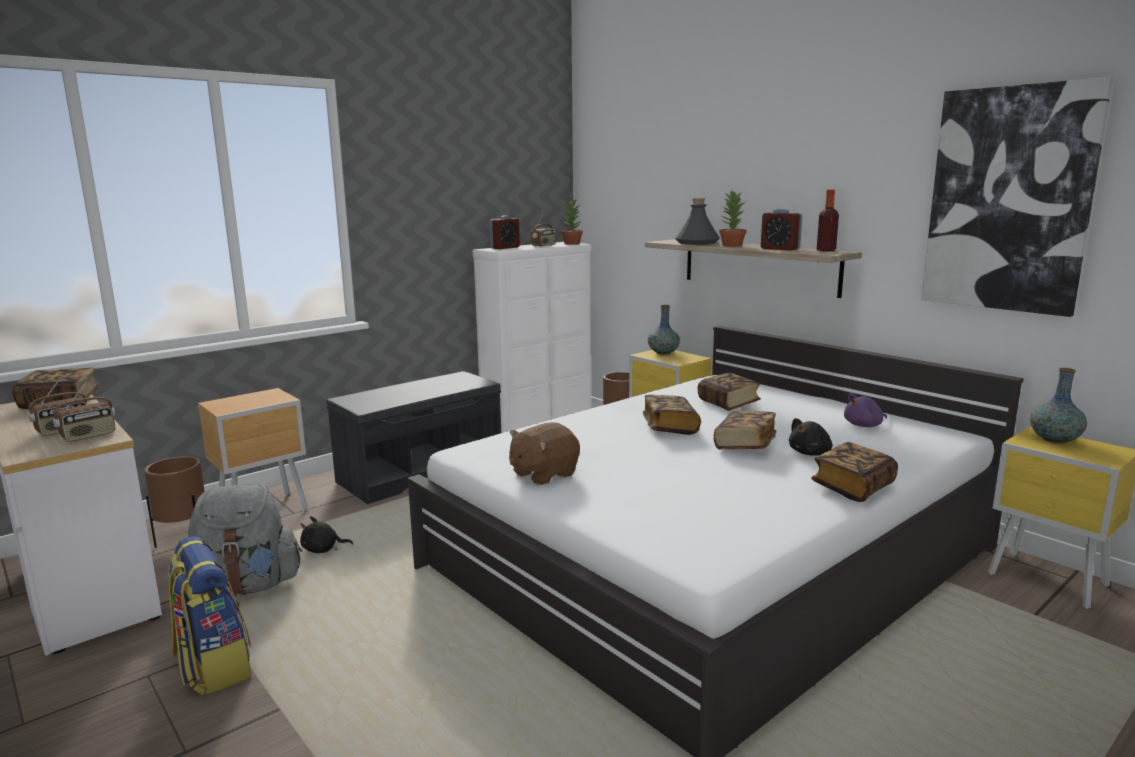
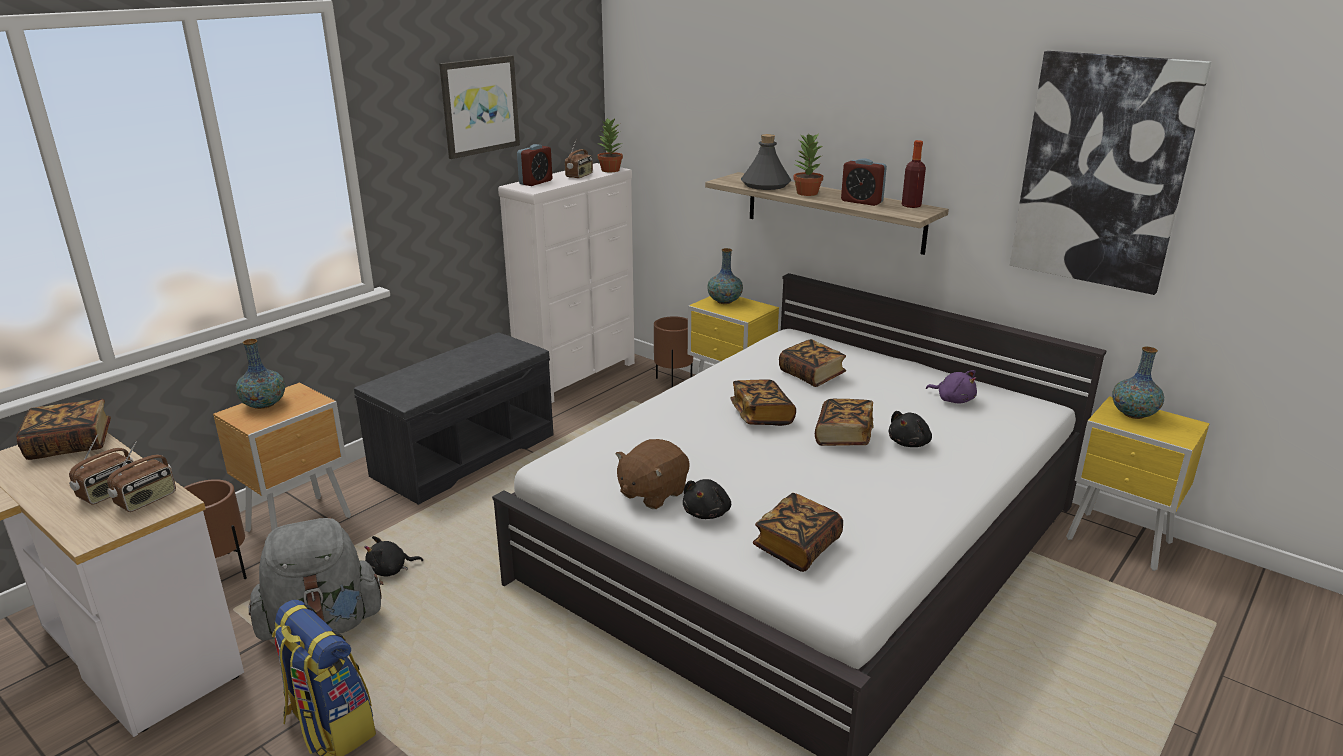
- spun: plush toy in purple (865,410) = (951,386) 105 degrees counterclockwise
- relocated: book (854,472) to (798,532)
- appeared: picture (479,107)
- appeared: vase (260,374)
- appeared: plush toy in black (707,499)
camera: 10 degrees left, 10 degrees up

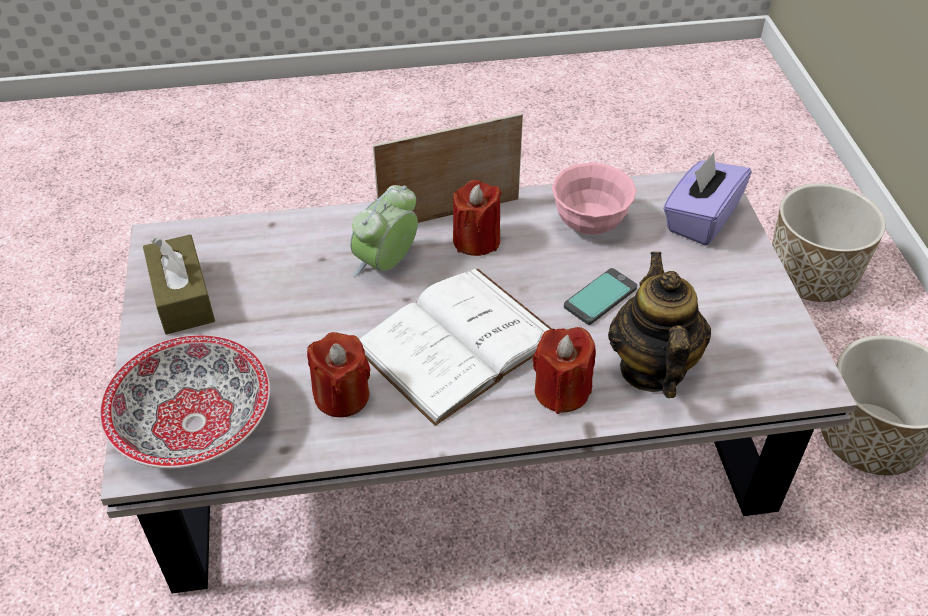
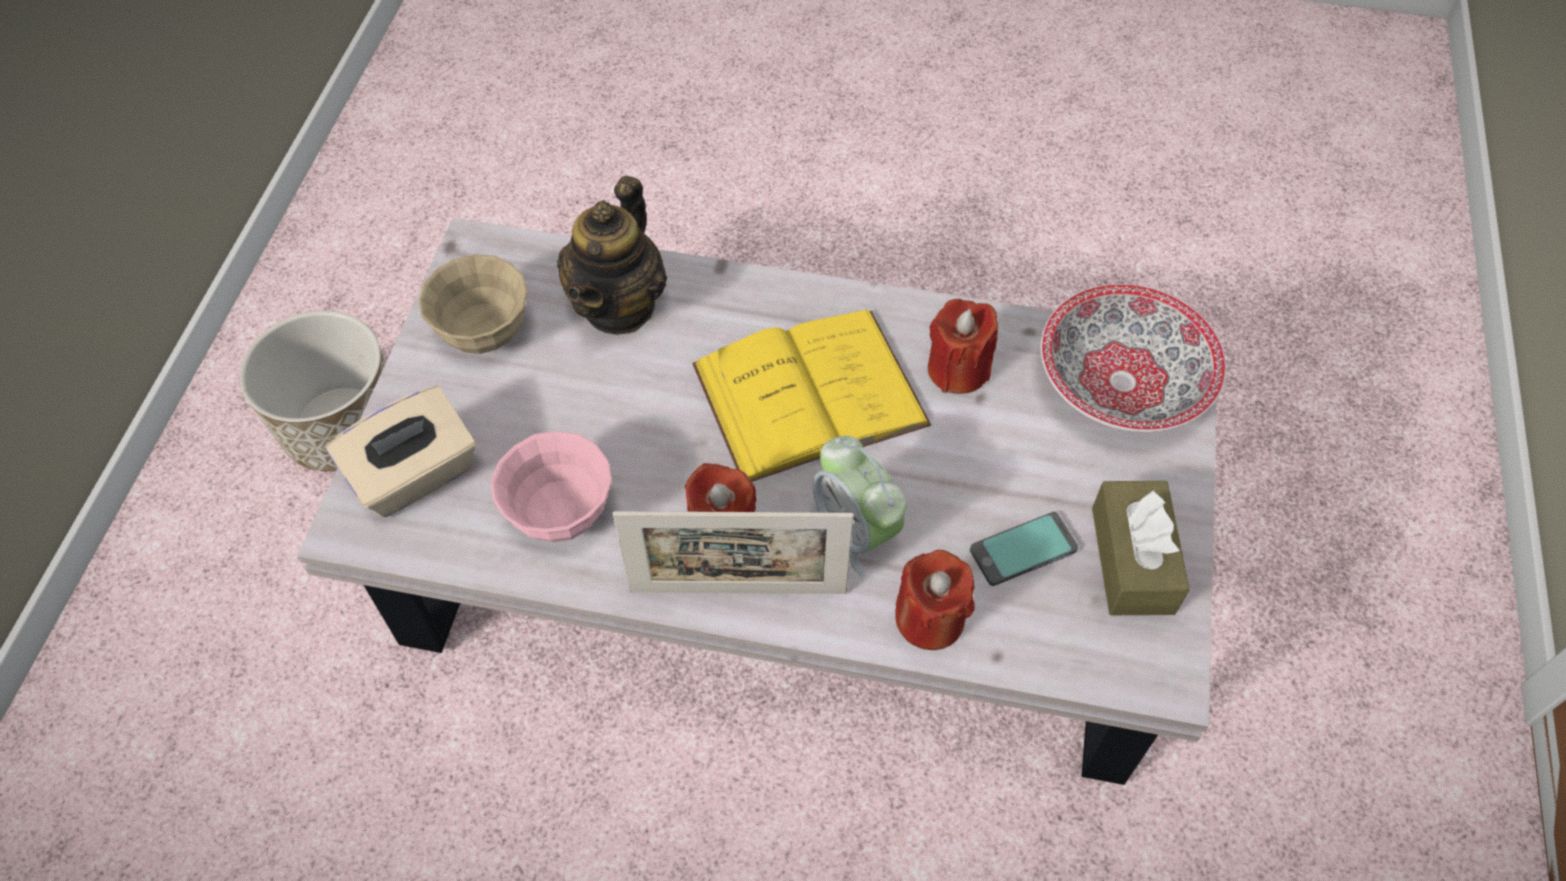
- colour: tissue box in purple (707,199) to tissue box in beige (401,451)
- missing: planter (829,242)
- spun: alarm clock (384,231) = (858,506) 90 degrees clockwise
- relocated: phone (600,296) to (1024,549)
- colour: book in white (455,347) to book in yellow (811,396)
- relocated: candle in red (564,370) to (935,600)
- appeared: bowl in beige (473,304)
camera: 160 degrees left, 10 degrees up

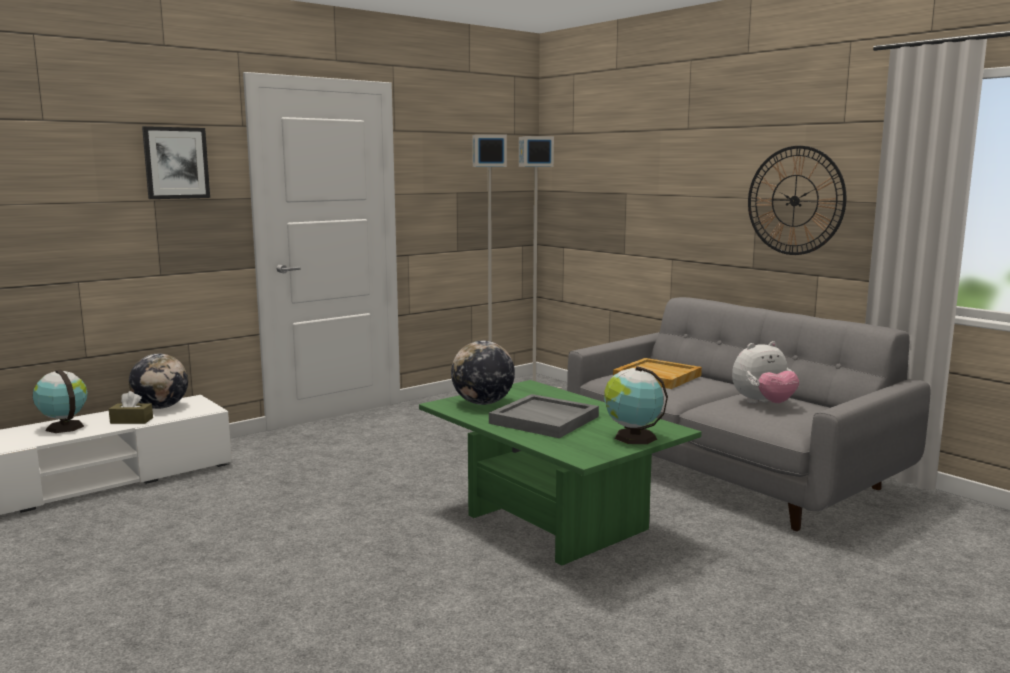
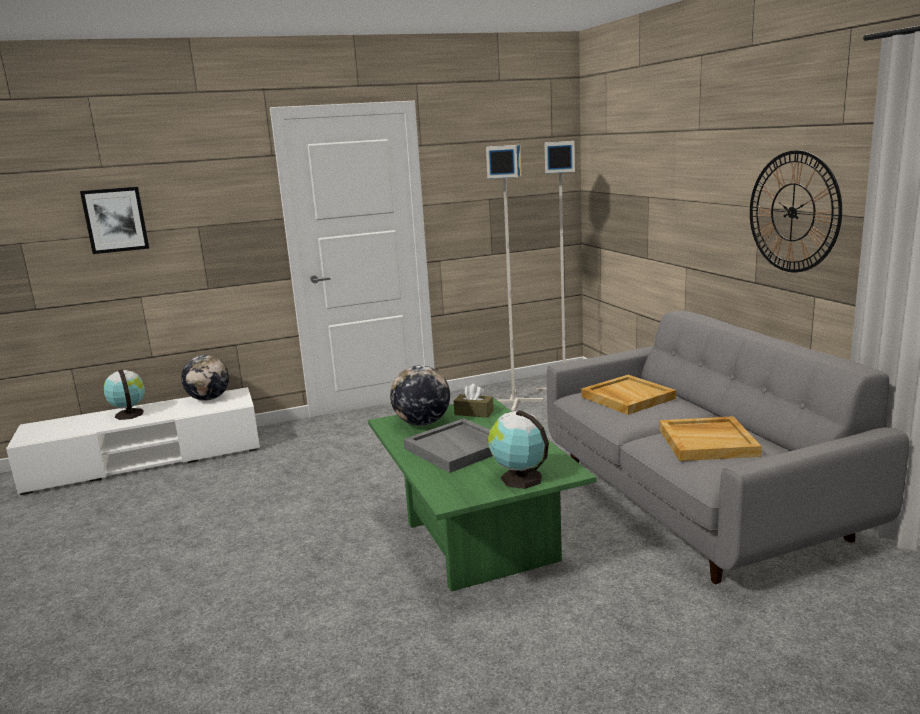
- relocated: picture (176,162) to (114,220)
- exchanged: plush toy (765,372) to tray in beige (710,438)
- relocated: tissue box in brown (131,407) to (474,401)
camera: 20 degrees right, 5 degrees up

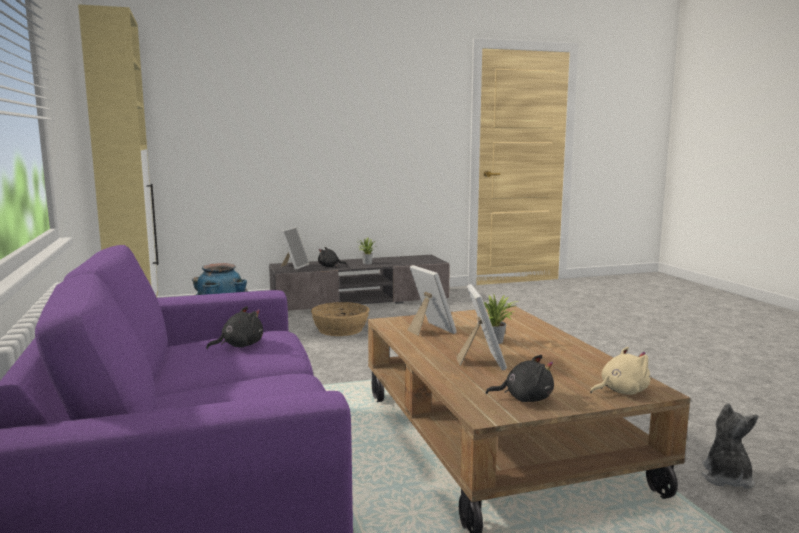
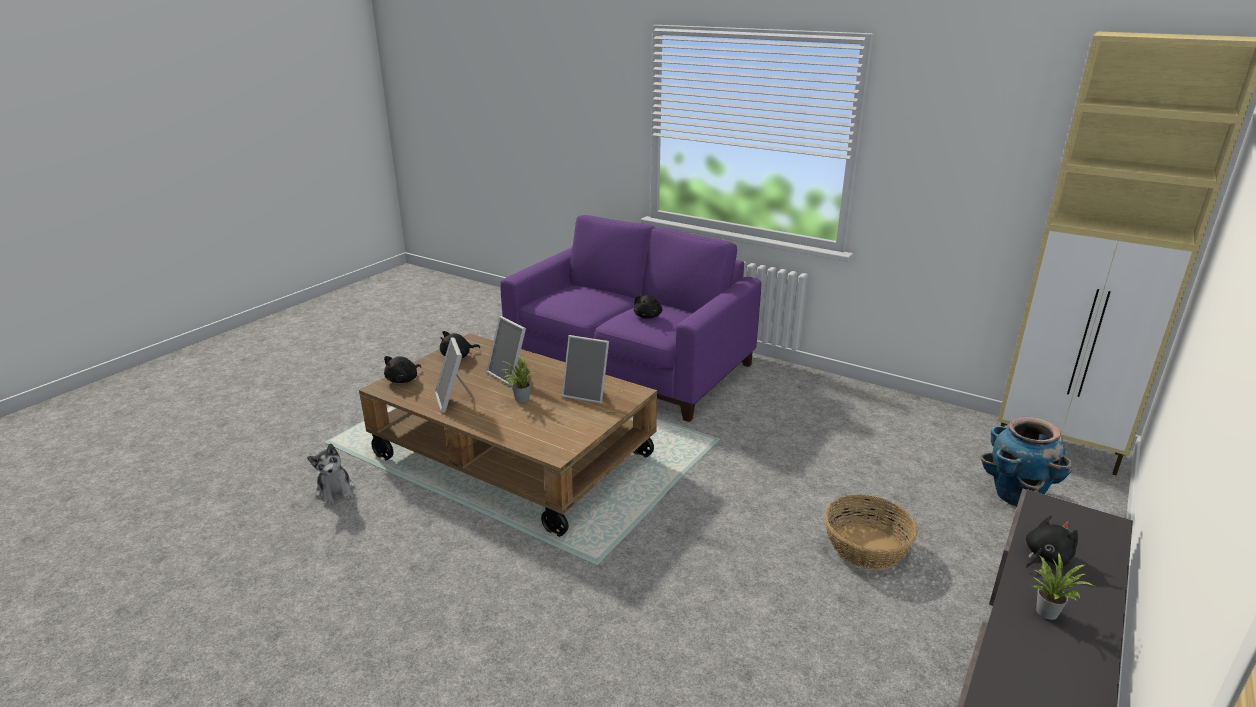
- relocated: picture frame (295,248) to (455,375)
- colour: plush toy in beige (620,371) to plush toy in black (402,369)
camera: 140 degrees right, 15 degrees up

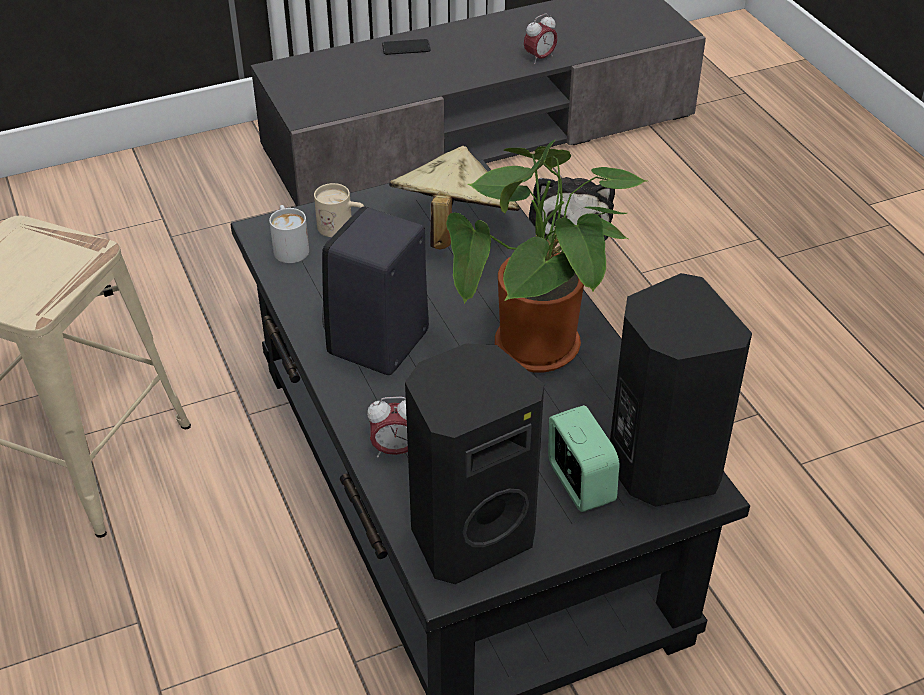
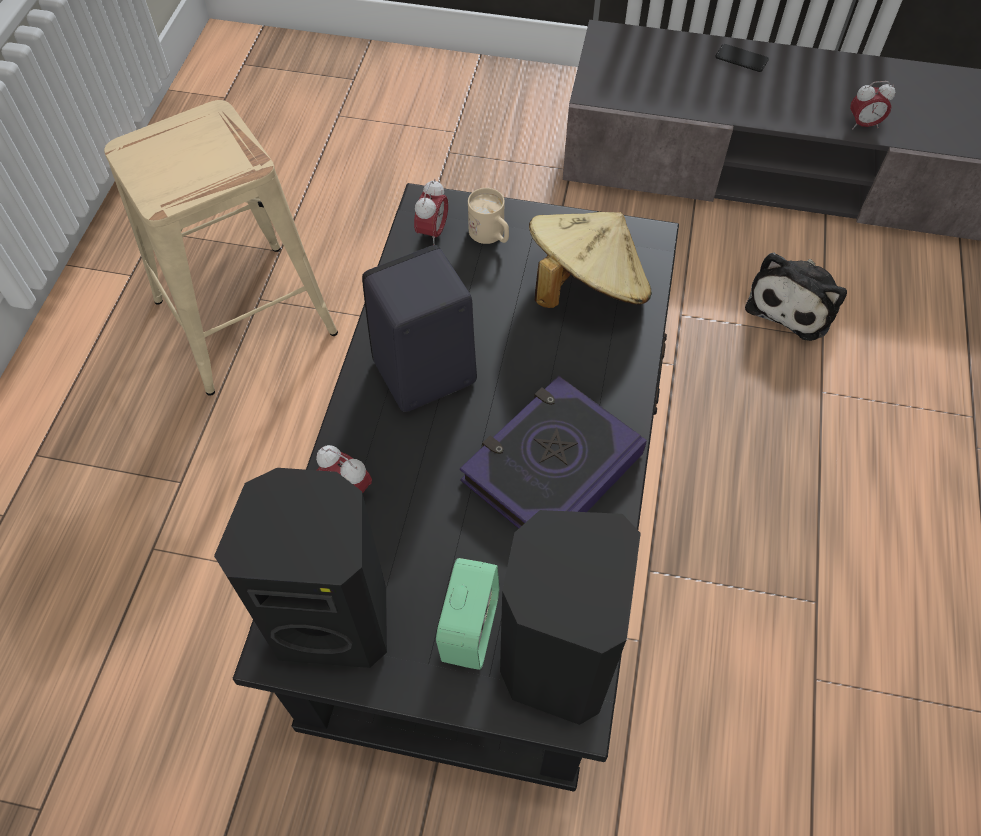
- exchanged: potted plant (546,256) to book (553,452)
- exchanged: mug in white (289,234) to alarm clock (431,212)
camera: 35 degrees right, 15 degrees up

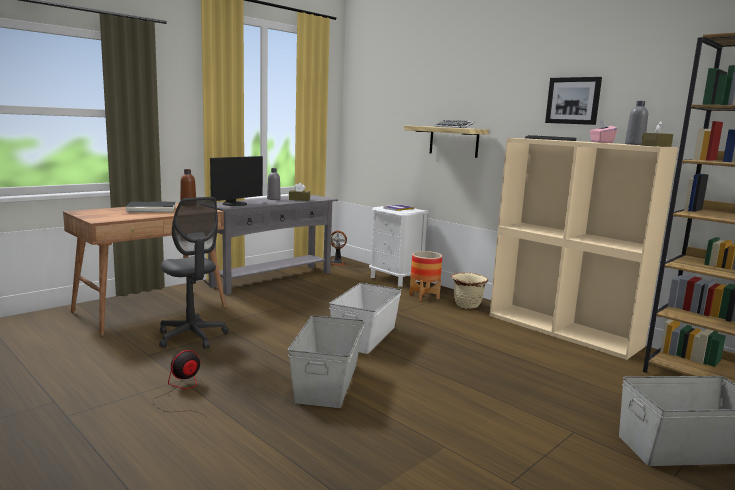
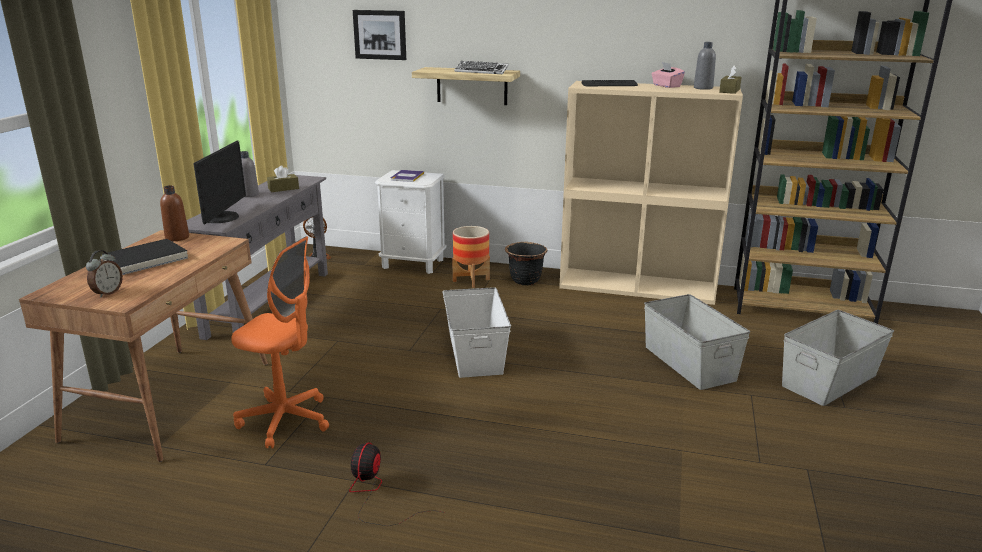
- relocated: picture (573,101) to (379,35)
- colour: office chair in grey (194,273) to office chair in orange (280,342)
- colour: planter in beige (469,291) to planter in black (526,263)
- relocated: storage box in grey (326,361) to (697,342)
- appeared: alarm clock (104,274)
camera: 30 degrees left, 10 degrees up

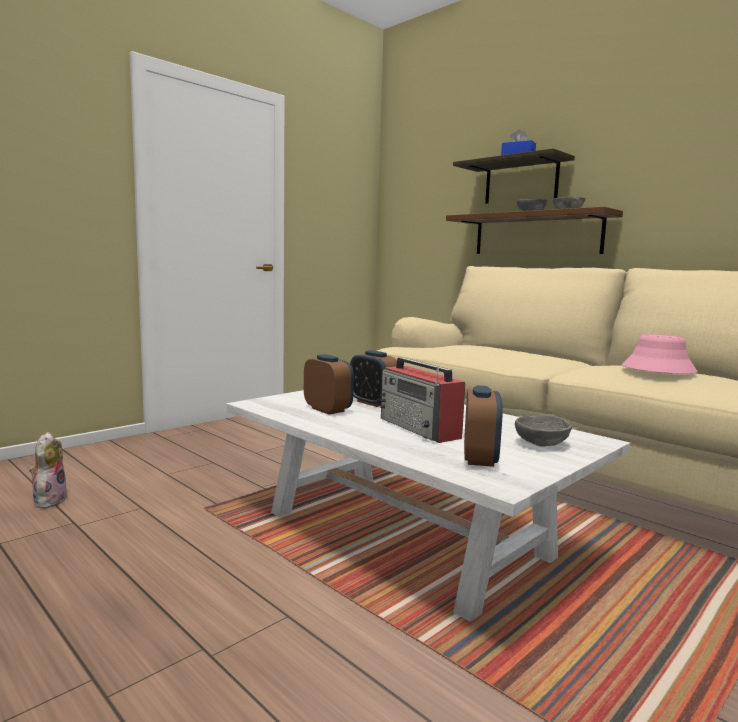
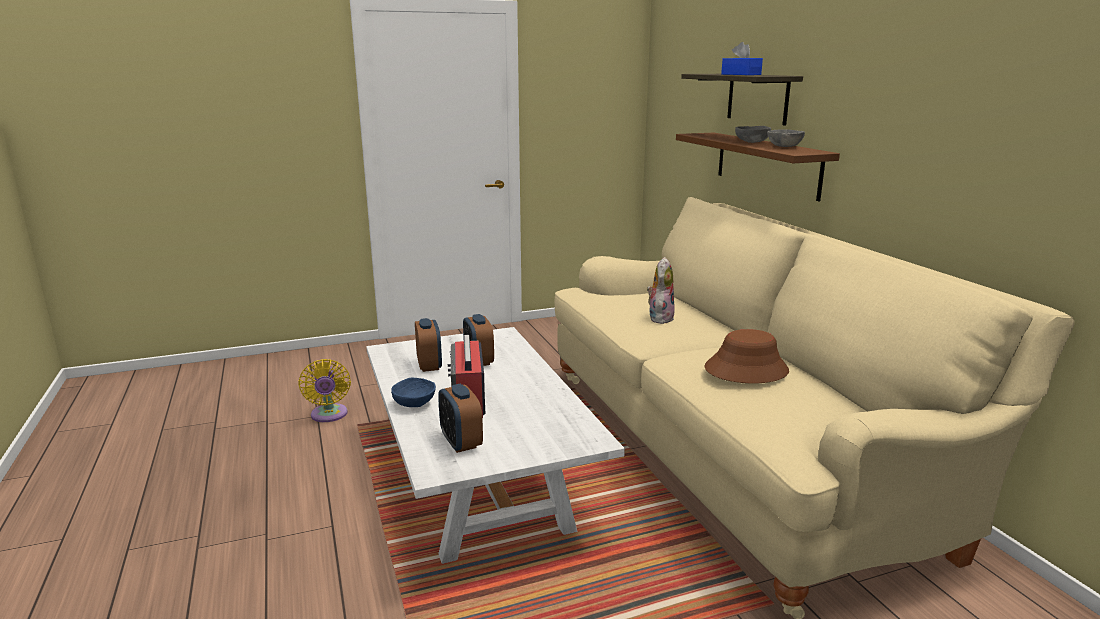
- colour: hat in pink (660,354) to hat in brown (746,356)
- spun: alarm clock (483,426) = (460,418) 120 degrees clockwise
- missing: bowl in grey (543,431)
- relocated: plush toy (48,470) to (661,290)
- appeared: fan in yellow (324,390)
- appeared: bowl in blue (413,392)
camera: 25 degrees right, 10 degrees up

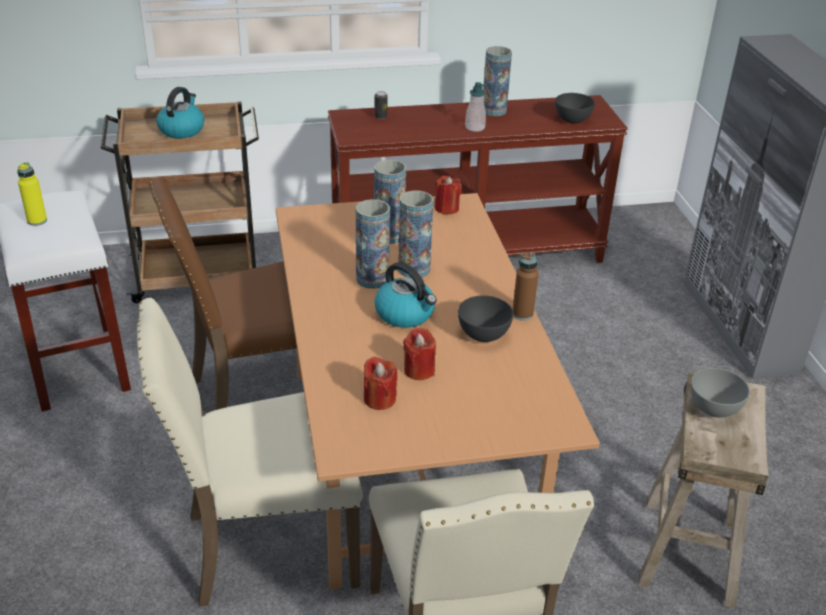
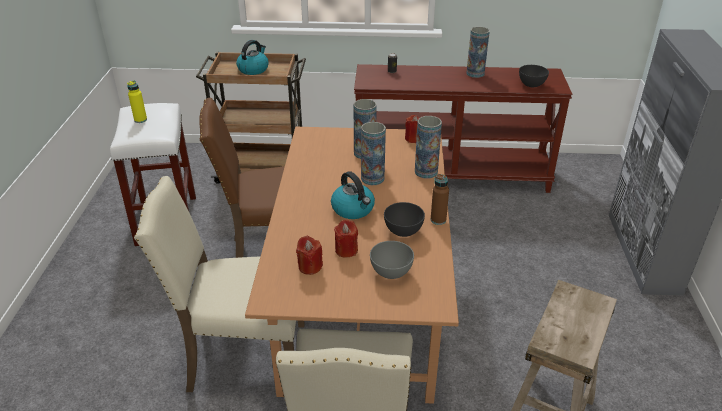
- missing: soap dispenser (475,107)
- relocated: vase (373,244) to (428,147)
- relocated: bowl in grey (720,392) to (392,260)
camera: 15 degrees right, 0 degrees up

